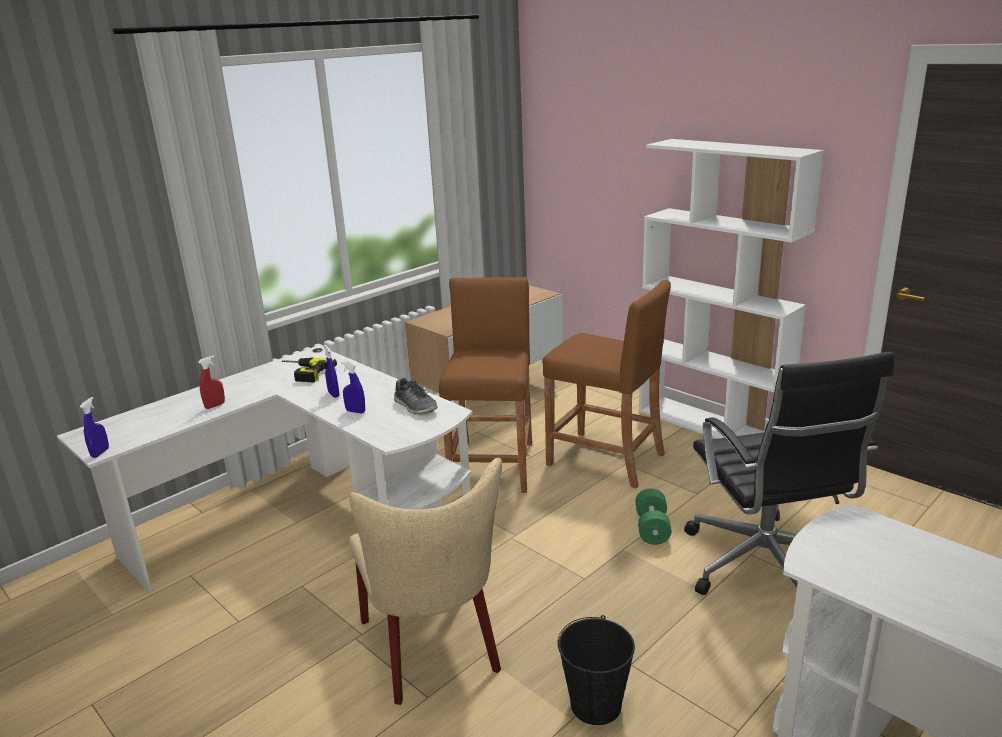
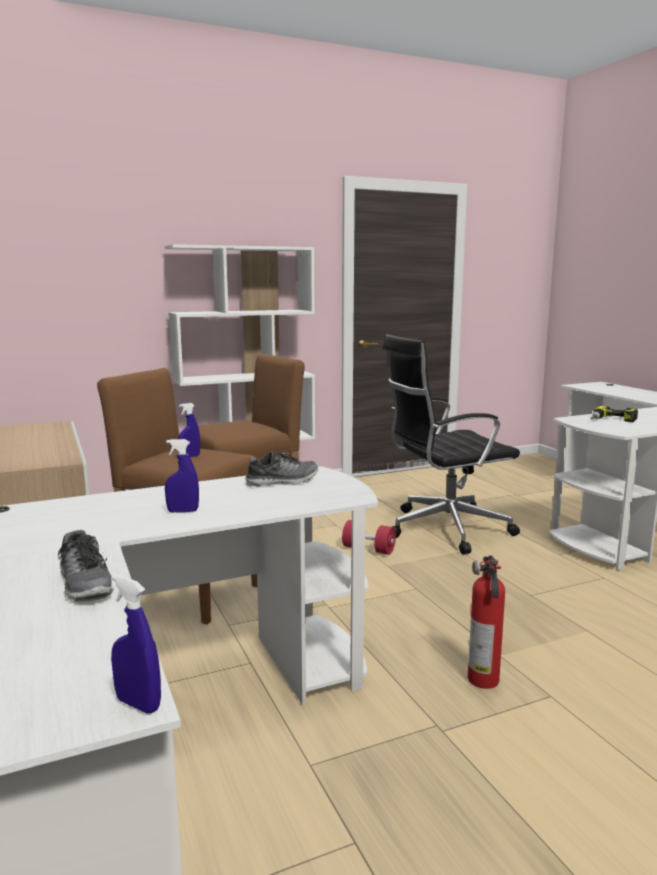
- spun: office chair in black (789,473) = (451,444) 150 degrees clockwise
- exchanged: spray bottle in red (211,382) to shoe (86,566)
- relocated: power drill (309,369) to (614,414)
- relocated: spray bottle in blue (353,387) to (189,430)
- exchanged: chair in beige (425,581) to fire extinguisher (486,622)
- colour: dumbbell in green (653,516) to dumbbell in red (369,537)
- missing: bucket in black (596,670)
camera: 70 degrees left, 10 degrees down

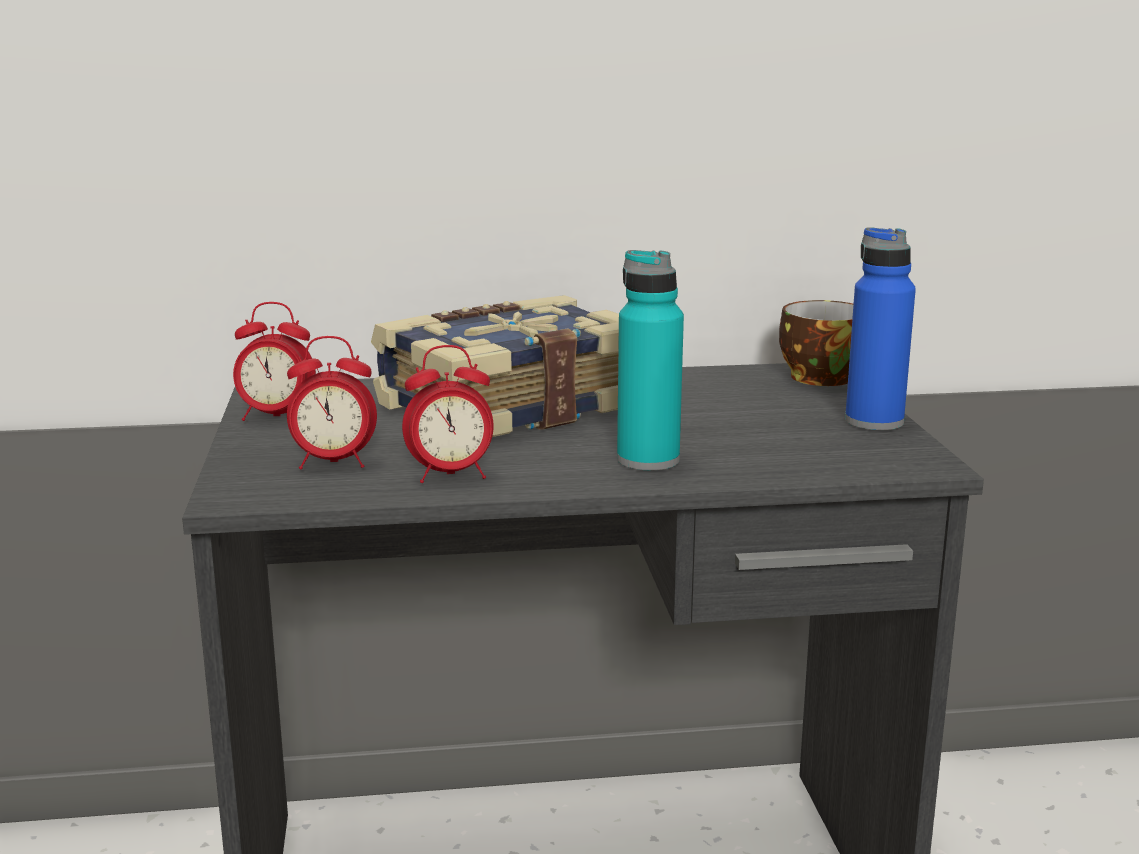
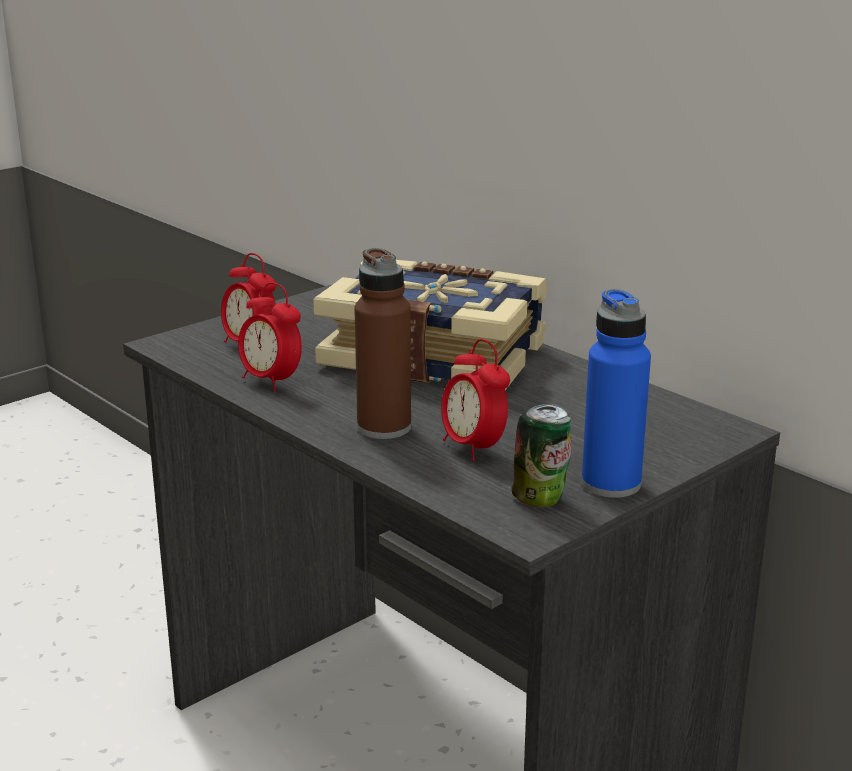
- colour: bottle in turquoise (650,360) to bottle in brown (382,343)
- missing: cup (816,343)
- relocated: alarm clock (274,361) to (475,400)
- appeared: can (542,455)
camera: 55 degrees right, 5 degrees up

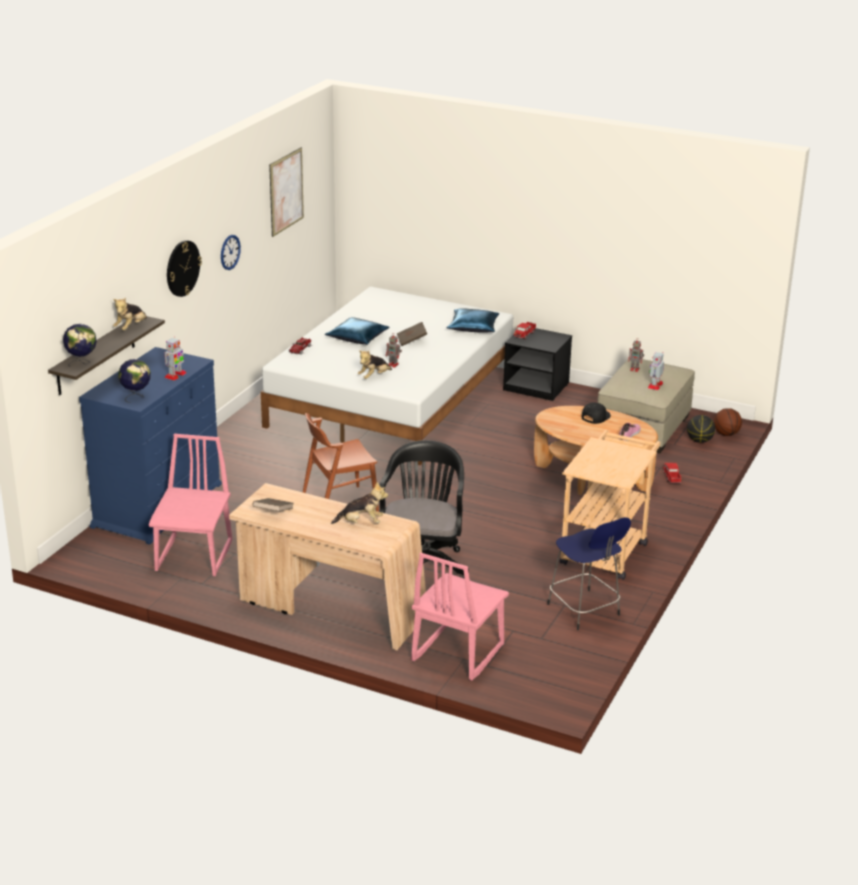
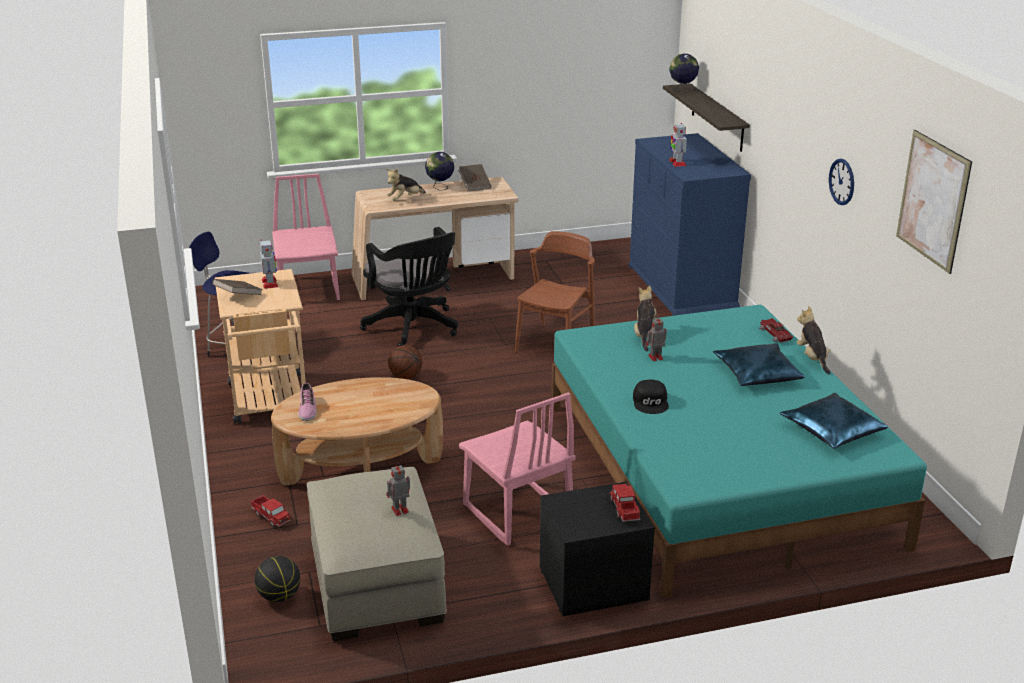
- missing: wall clock (184,268)
- colour: bed in white (387,376) to bed in turquoise (739,451)
- relocated: plush toy (130,313) to (814,340)
- relocated: pillow in blue (472,320) to (834,421)
- relocated: book in brown (412,334) to (237,287)
- relocated: toy robot (656,371) to (269,264)
- relocated: globe (134,381) to (439,171)
- relocated: cap in black (596,413) to (651,397)
- relocated: basketball (728,422) to (405,362)
- relocated: chair in pink (190,505) to (517,469)
camera: 140 degrees right, 0 degrees up

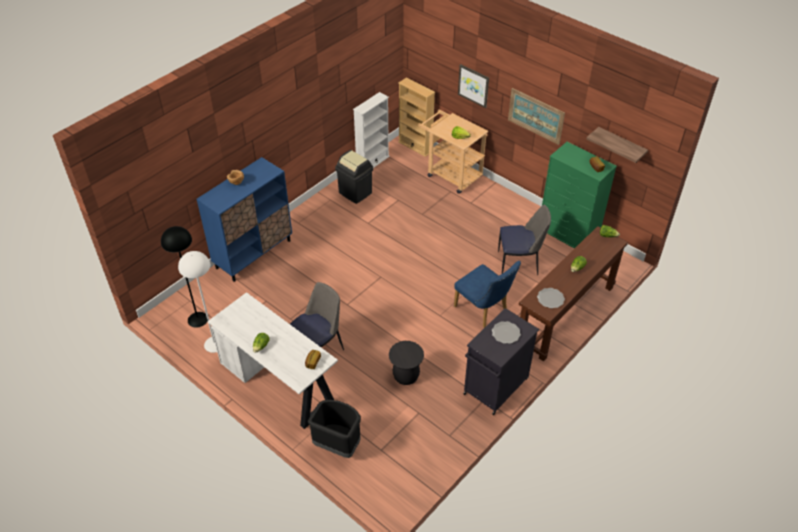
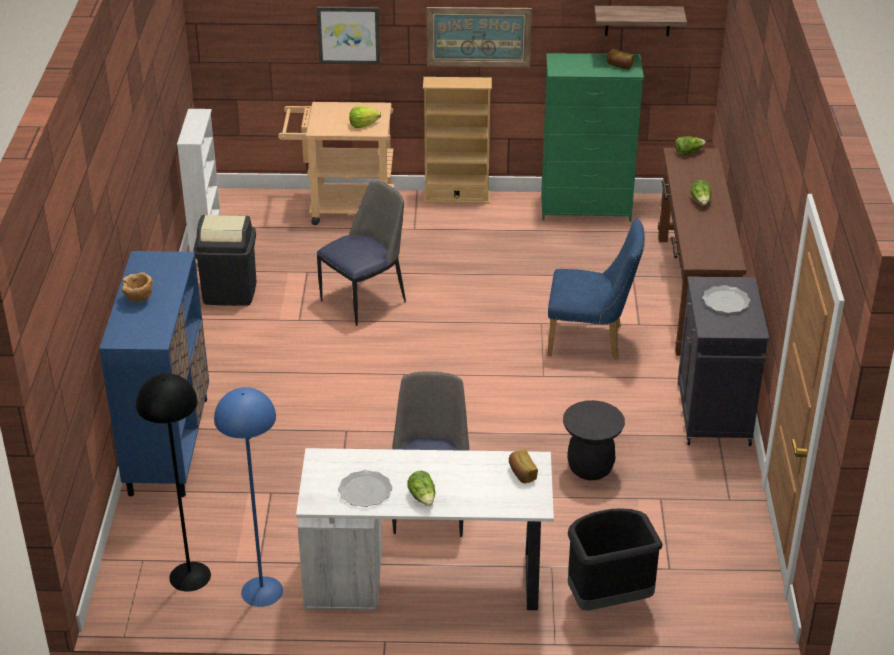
- relocated: bookcase in beige (416,117) to (457,140)
- relocated: chair (524,239) to (361,253)
- colour: floor lamp in white (197,302) to floor lamp in blue (248,497)
- relocated: plate (551,298) to (365,488)
camera: 40 degrees left, 10 degrees down

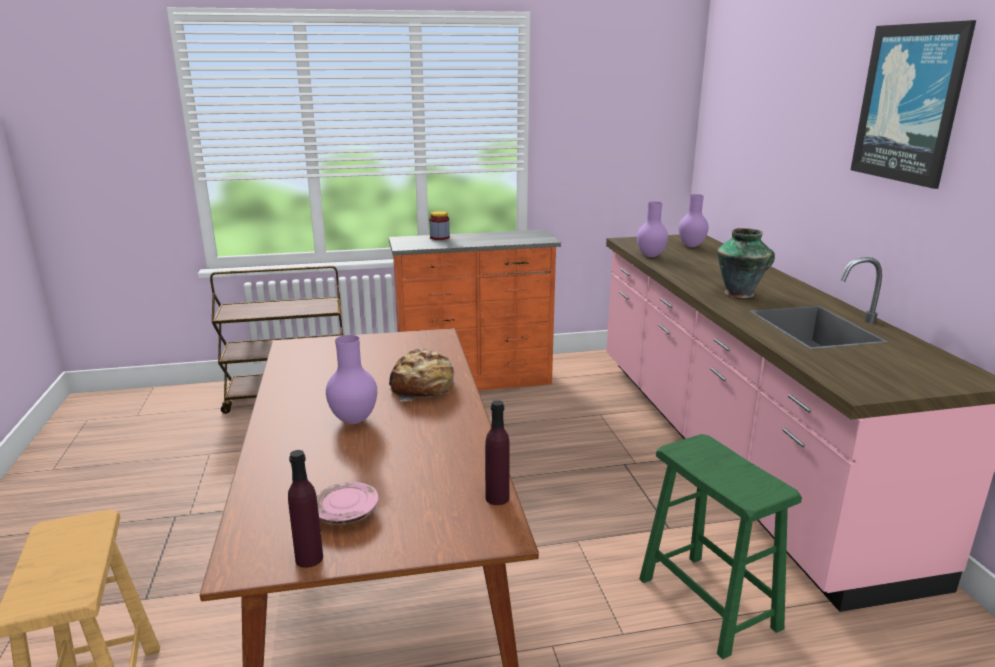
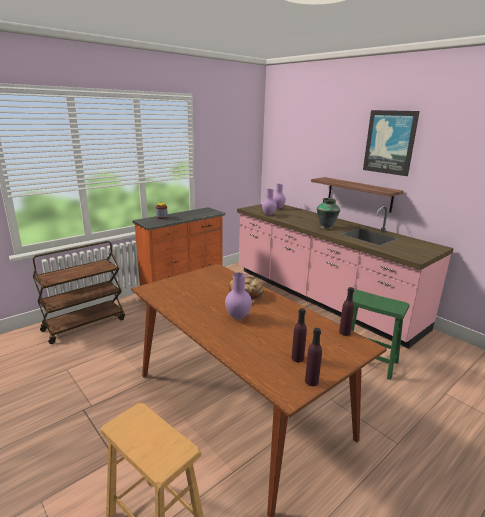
- exchanged: plate in pink (347,503) to bottle in purple (299,335)
- appeared: shelf (357,195)
camera: 30 degrees left, 0 degrees up

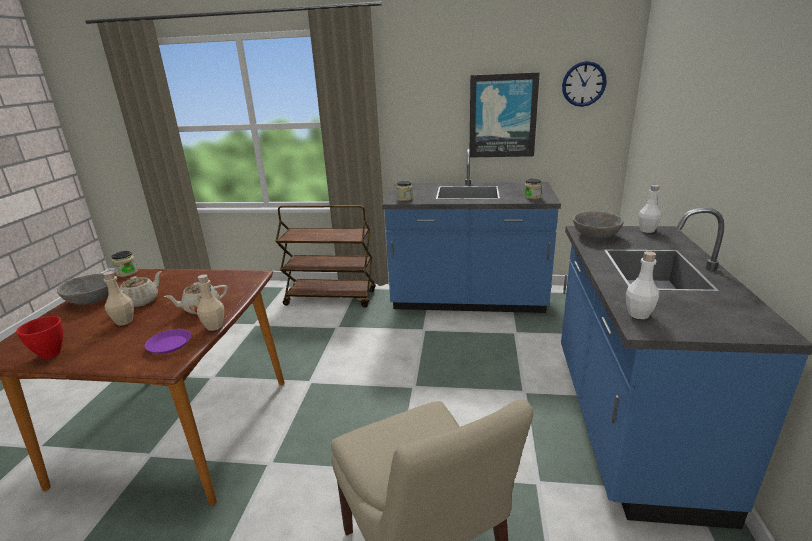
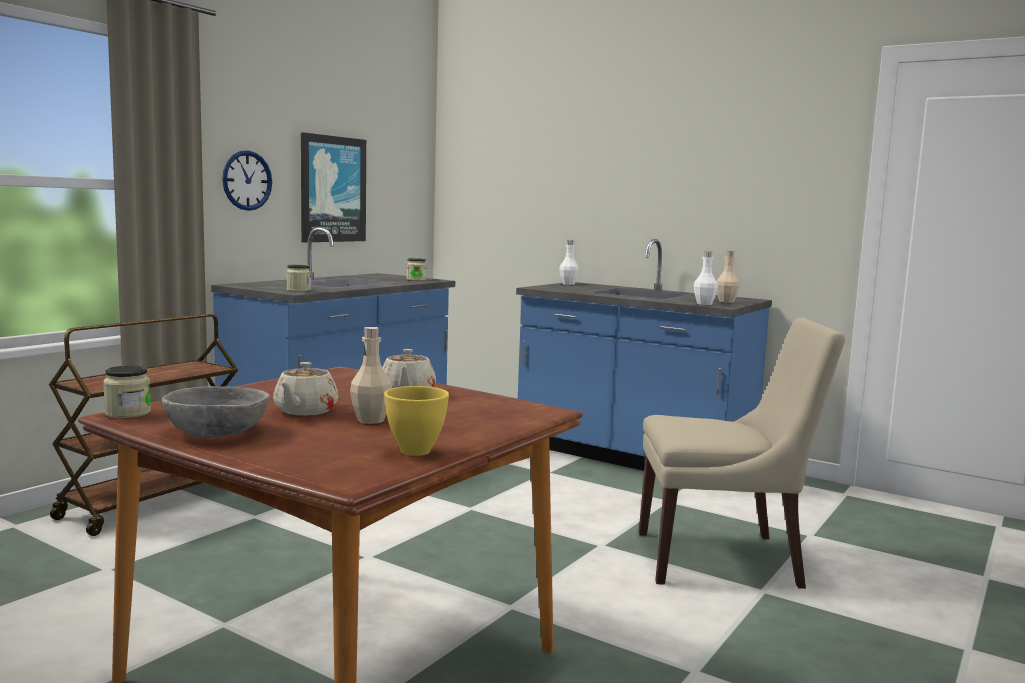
- relocated: wall clock (584,84) to (247,180)
- missing: bowl in grey (598,225)
- spun: teapot in beige (141,289) = (305,388) 135 degrees counterclockwise
- relocated: bottle in beige (210,302) to (728,277)
- colour: bowl in red (39,337) to bowl in yellow (416,421)
- missing: plate in purple (168,341)
camera: 65 degrees left, 15 degrees down

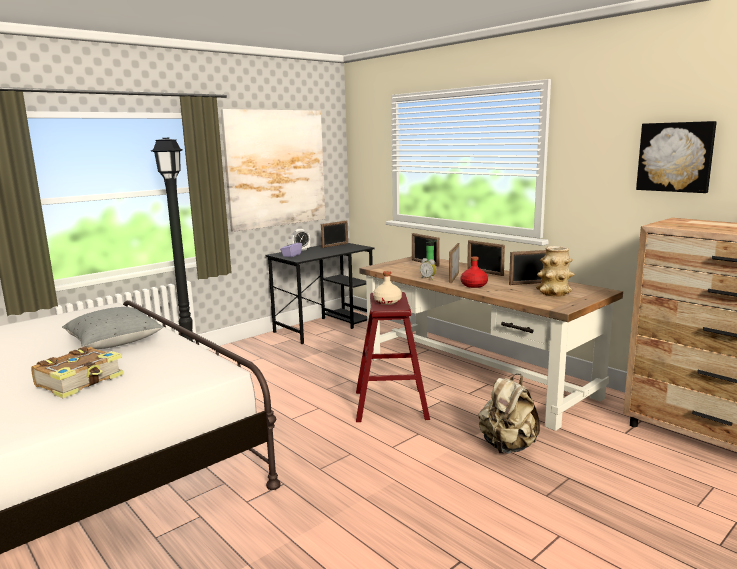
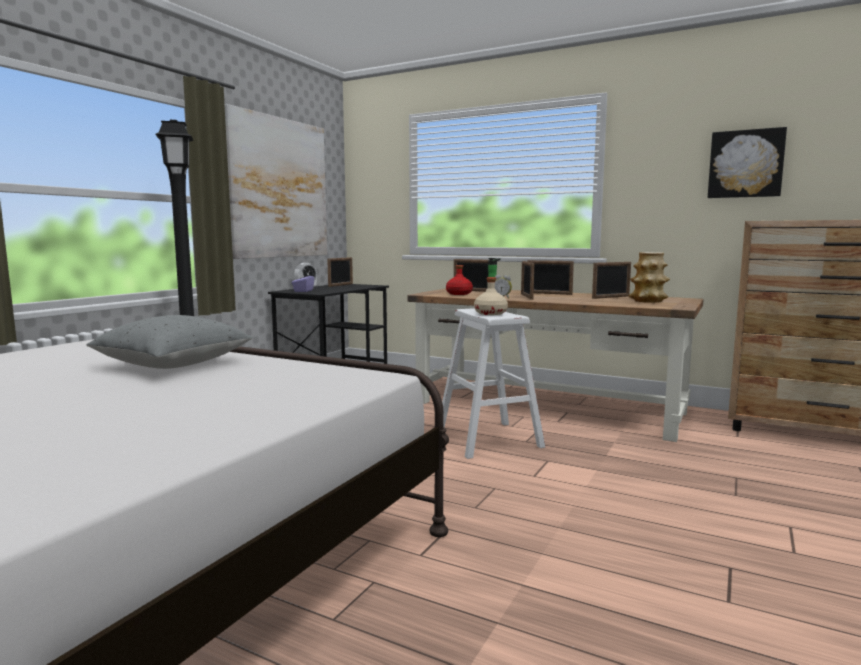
- relocated: bottle in red (474,272) to (459,280)
- colour: stool in red (393,357) to stool in white (493,383)
- missing: book (77,372)
- missing: backpack in beige (509,414)
camera: 20 degrees left, 5 degrees down

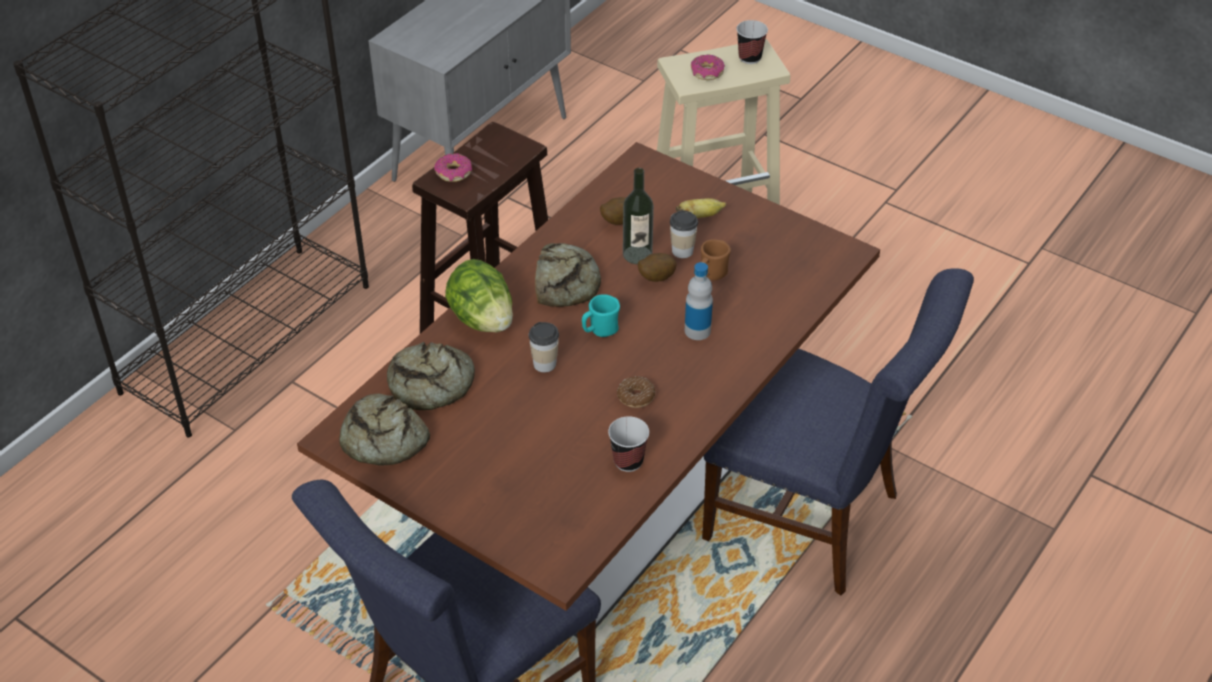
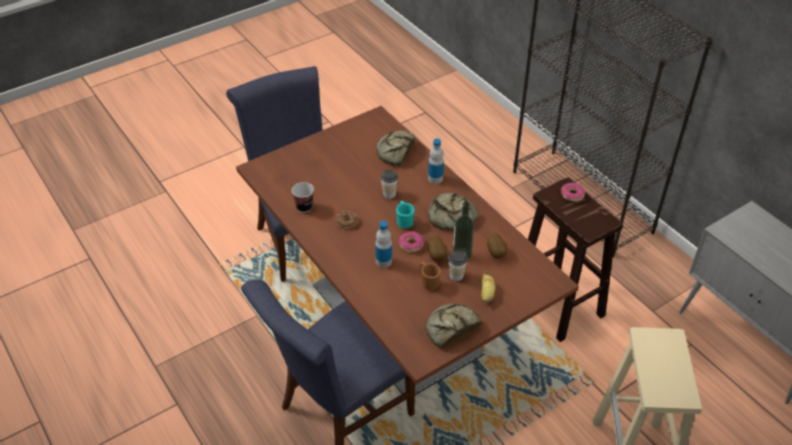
- missing: cup (752,42)
- relocated: donut (708,67) to (411,241)
- exchanged: lettuce (479,295) to bottle (436,161)
- relocated: bread (384,429) to (454,325)
camera: 110 degrees right, 0 degrees up

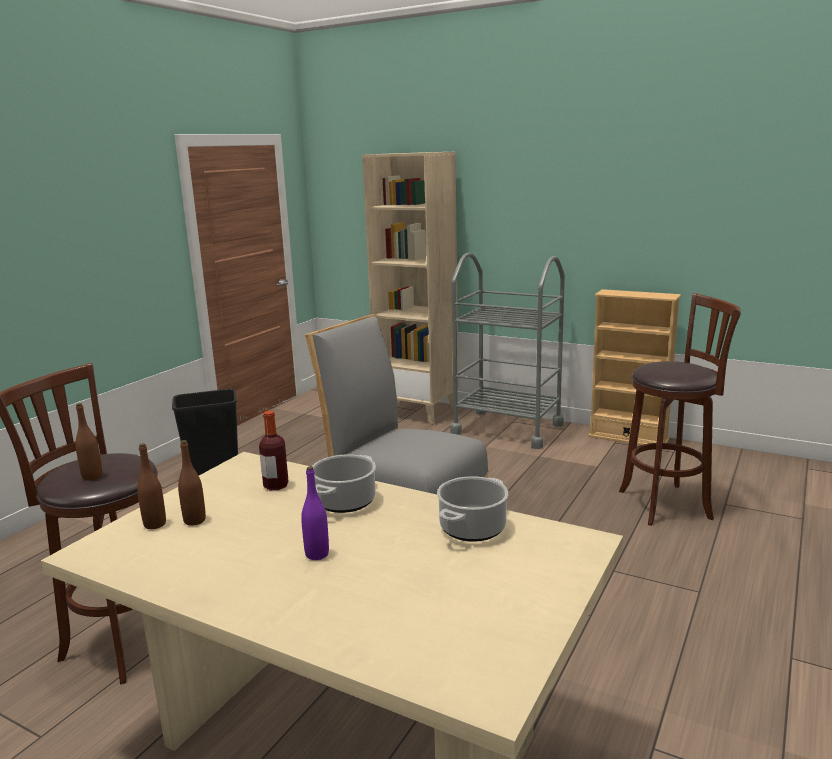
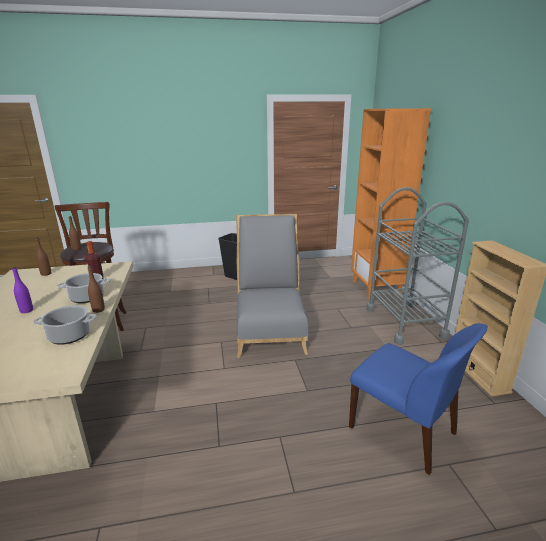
- colour: bookcase in beige (410,288) to bookcase in orange (391,203)
- exchanged: stool in brown (680,409) to chair in blue (418,399)
- relocated: bottle in brown (192,483) to (96,289)
camera: 50 degrees right, 5 degrees up

